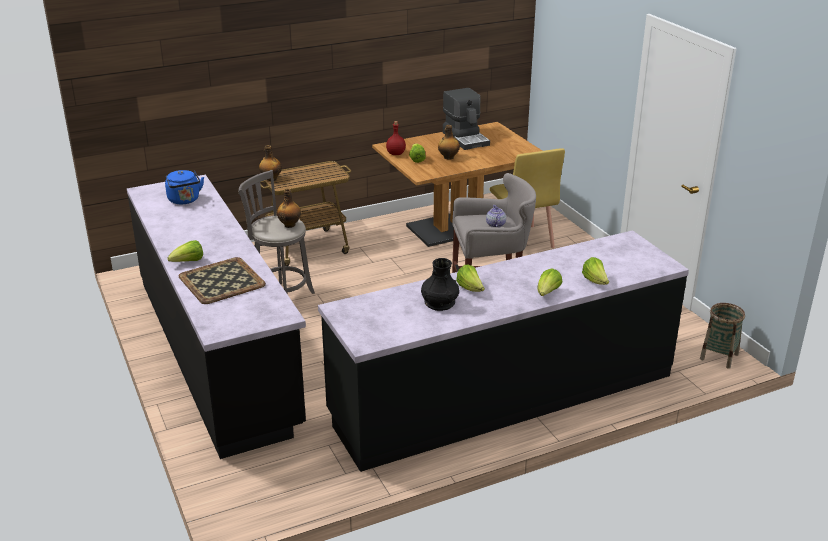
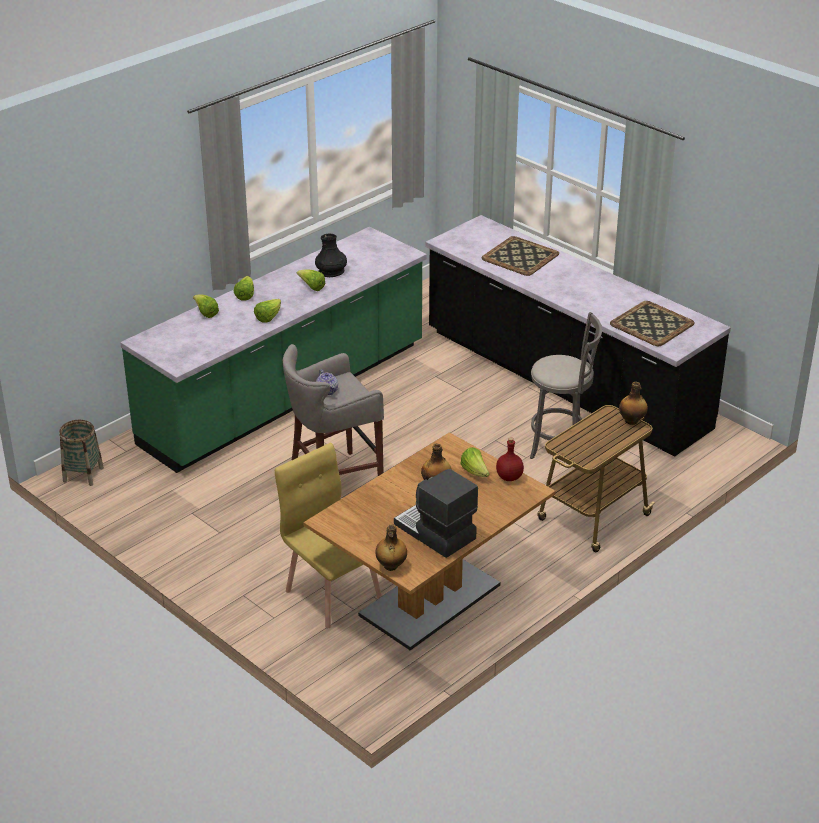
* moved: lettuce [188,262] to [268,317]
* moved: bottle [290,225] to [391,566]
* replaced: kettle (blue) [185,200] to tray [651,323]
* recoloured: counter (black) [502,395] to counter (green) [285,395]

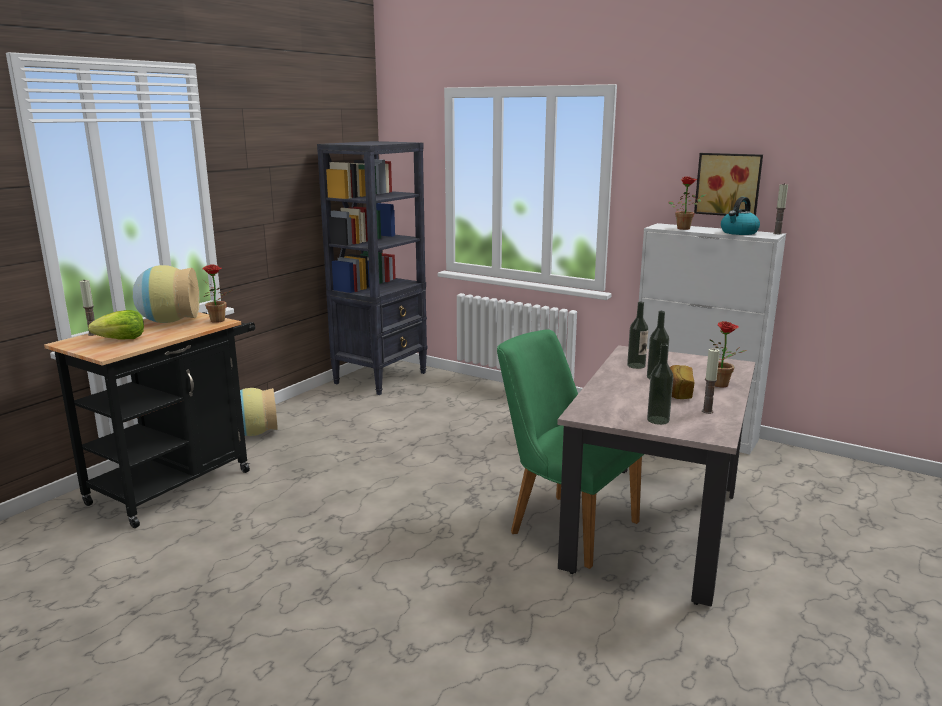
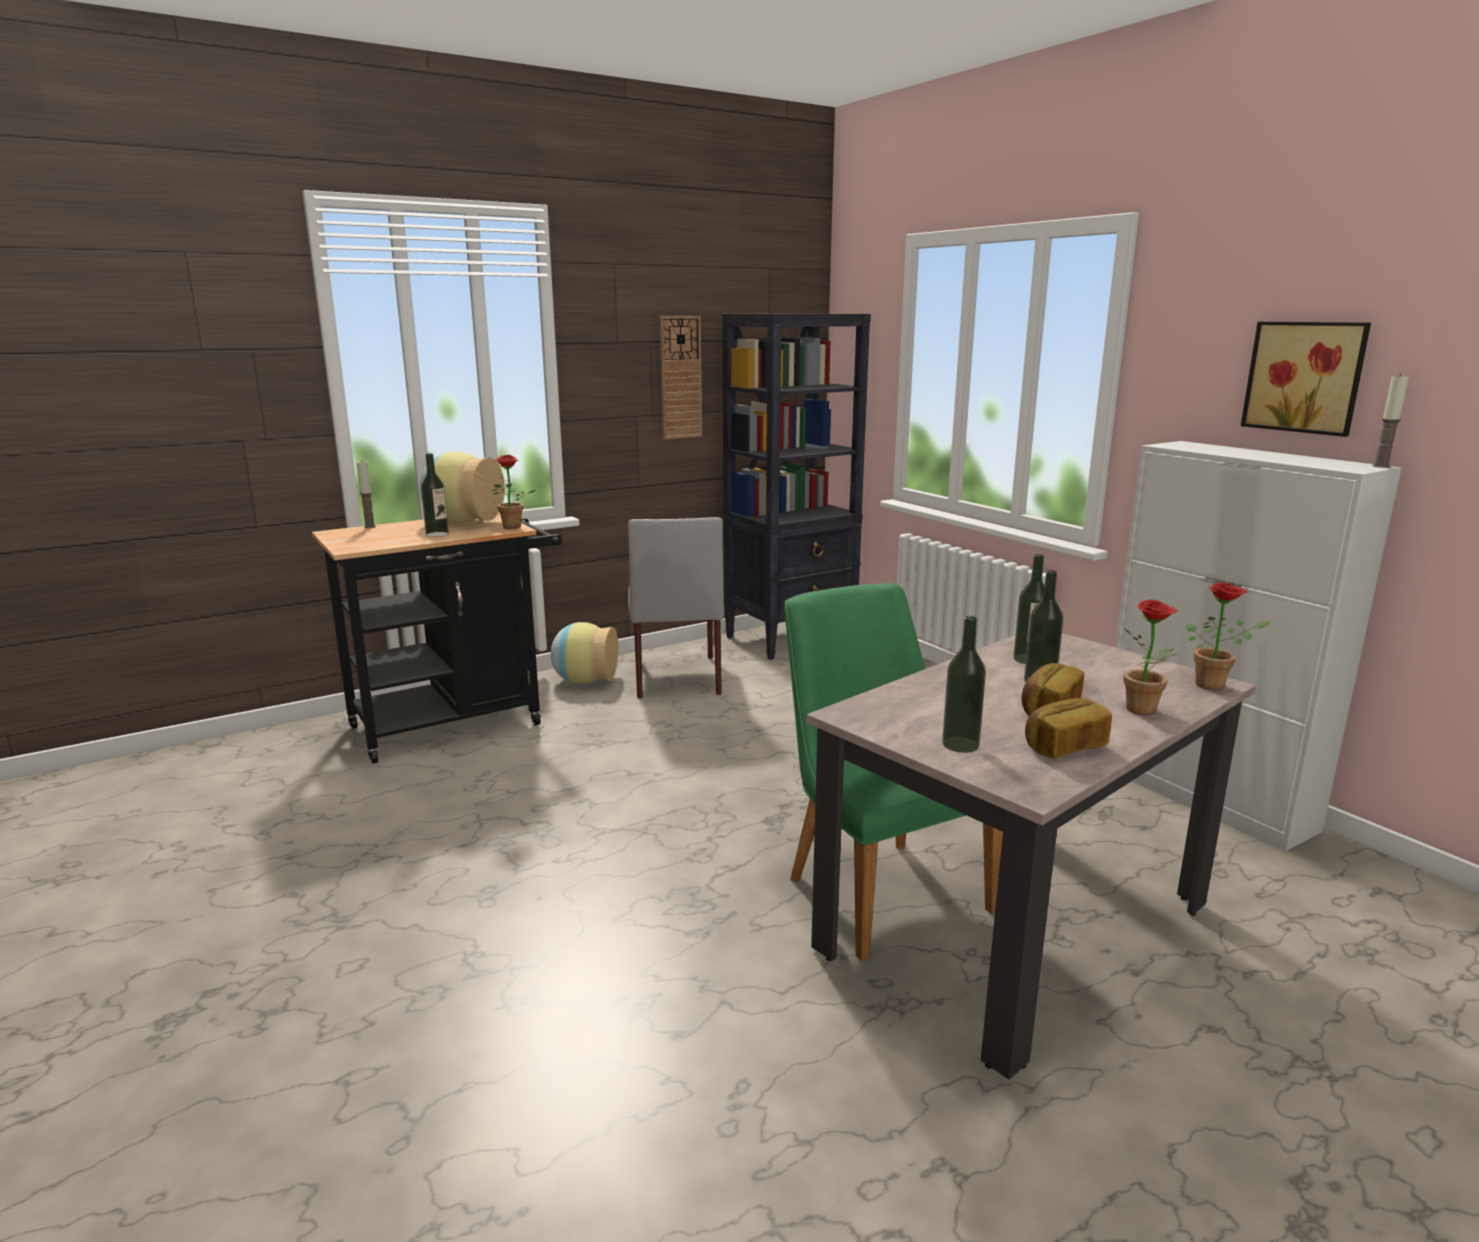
* removed: lettuce [122,339]
* removed: kettle [739,232]
* added: bottle [437,534]
* added: chair (grey) [676,676]
* added: wall clock [680,377]
* moved: potted plant [685,228] to [1215,685]
* replaced: candle [707,411] to bread [1064,747]

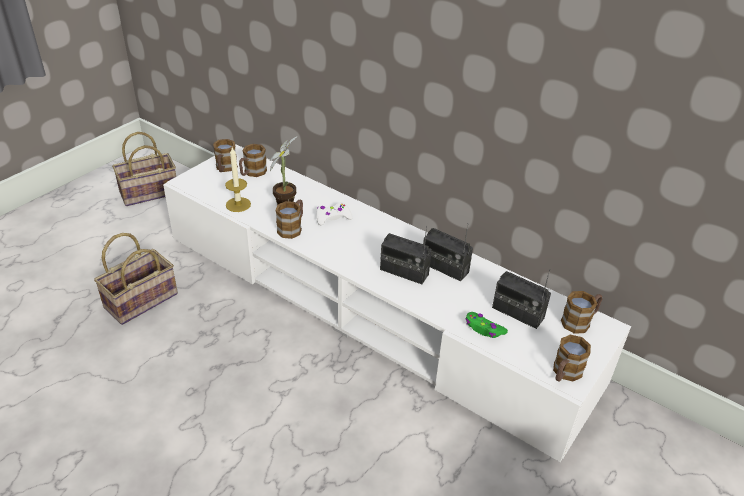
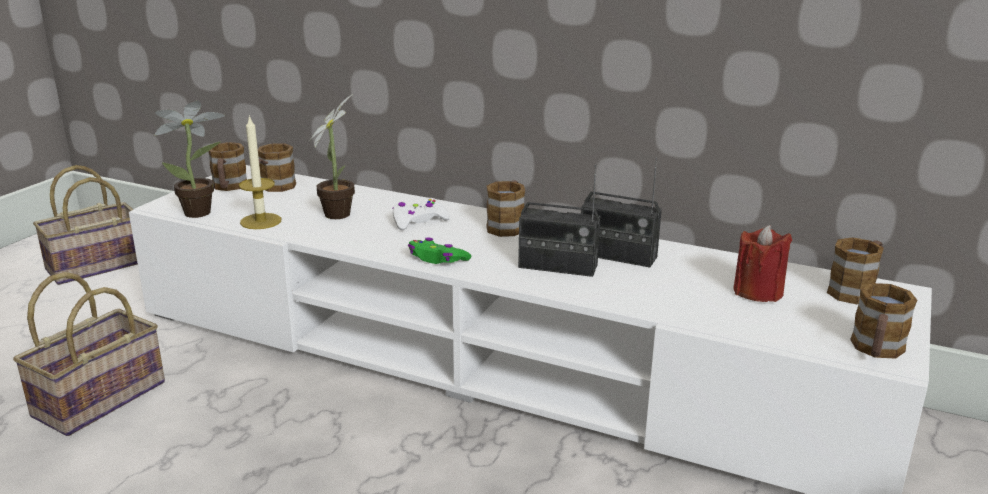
* added: potted plant [202,212]
* moved: mug [292,228] to [507,225]
* moved: game controller (green) [484,329] to [437,259]
* replaced: radio [517,313] to candle (red) [758,292]

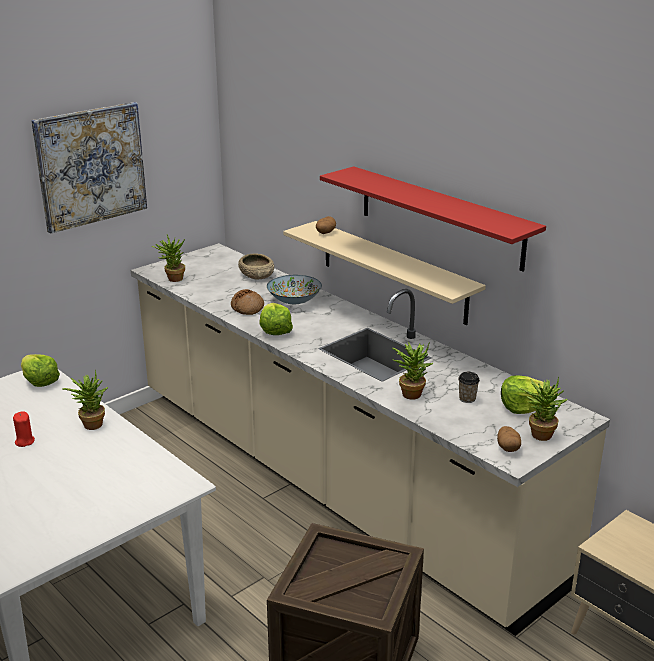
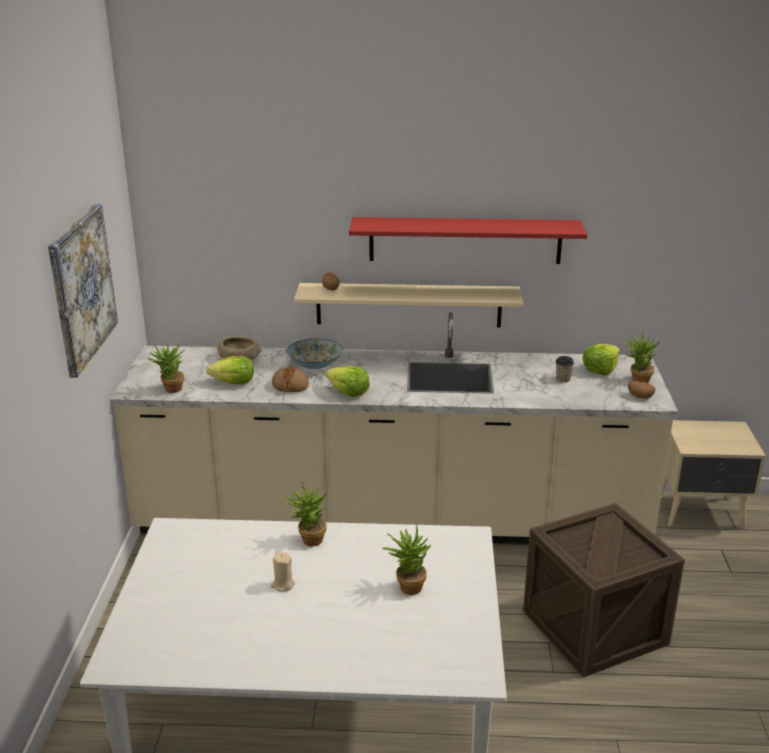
* moved: lettuce [40,381] to [233,382]
* moved: potted plant [411,392] to [407,586]
* recoloured: candle (red) [24,441] to candle (beige) [283,585]

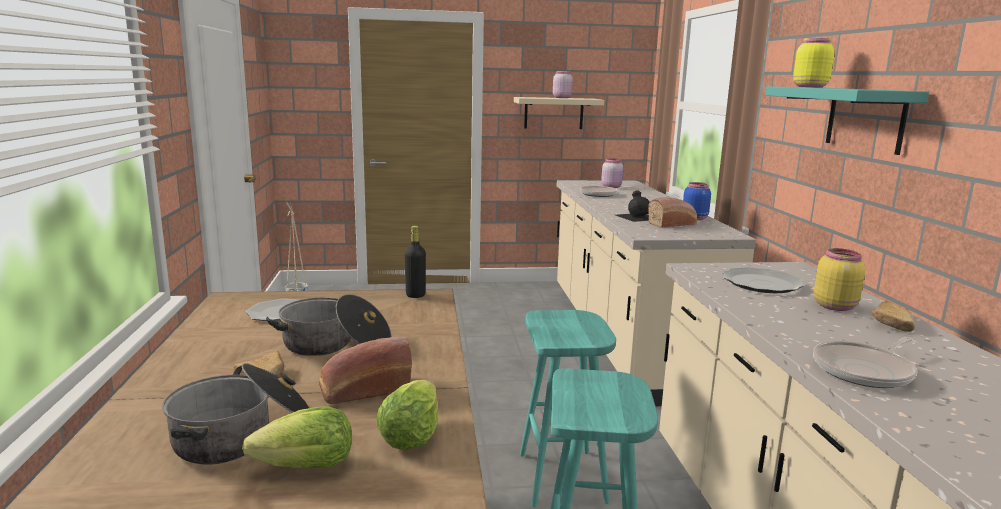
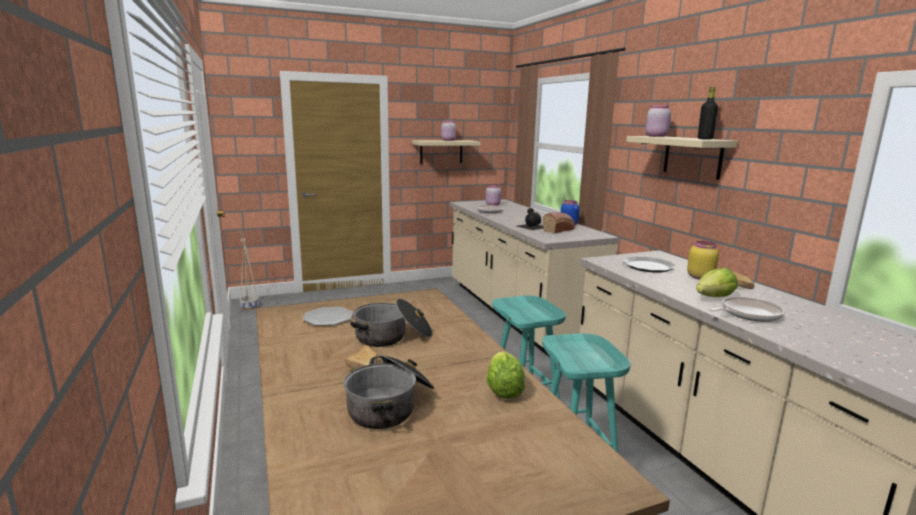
* removed: bread [364,390]
* moved: lettuce [307,467] to [714,297]
* moved: bottle (black) [415,295] to [705,139]
* recoloured: shelf (turquoise) [865,119] to shelf (beige) [692,157]
* recoloured: jar (yellow) [809,87] to jar (pink) [655,136]
* turned: frying pan [865,370] = [748,314] 150 degrees counterclockwise

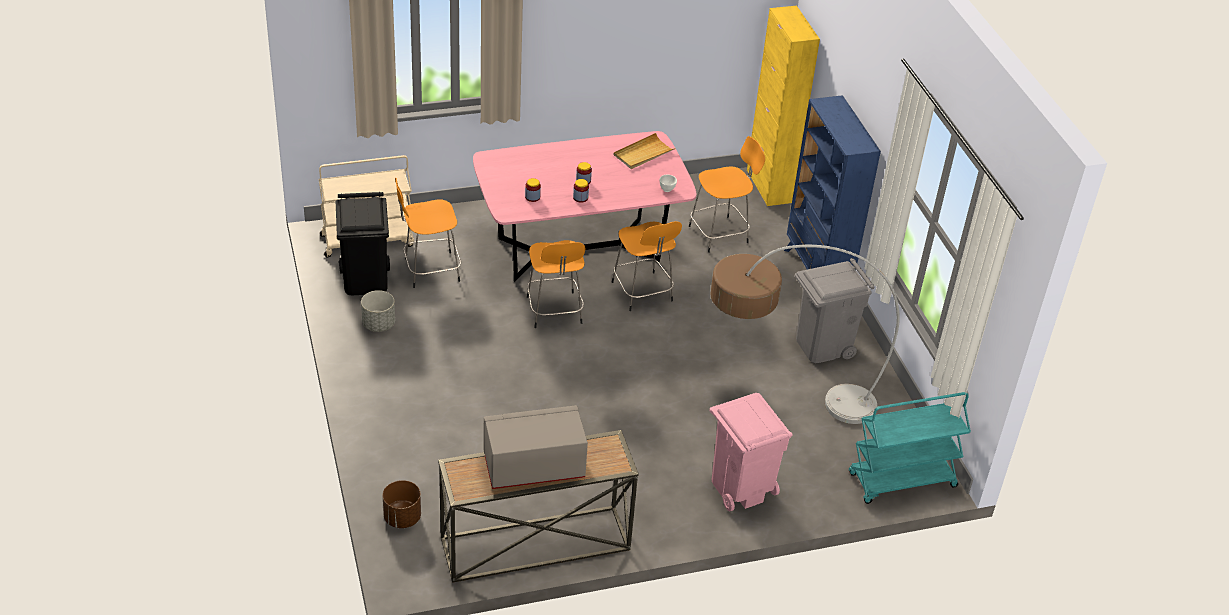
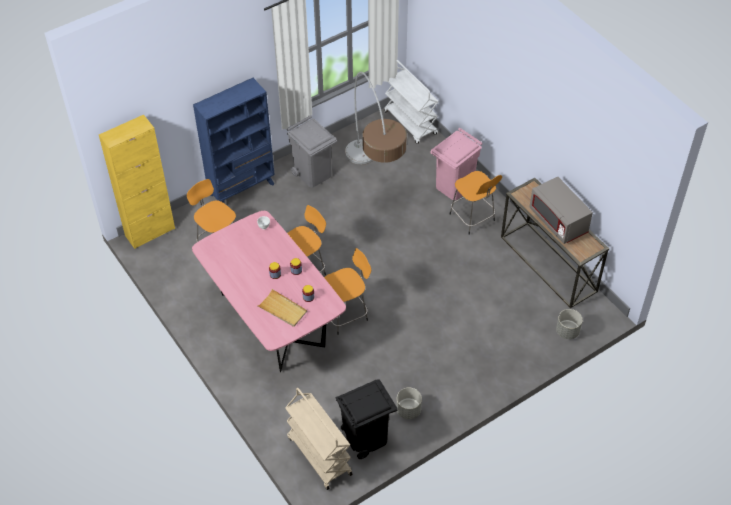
* moved: stool (orange) [429,270] to [473,218]
* moved: tray (beige) [643,153] to [282,309]
* recoloured: planter (brown) [402,517] to planter (grey) [567,331]
* recoloured: cart (turquoise) [901,481] to cart (white) [411,123]

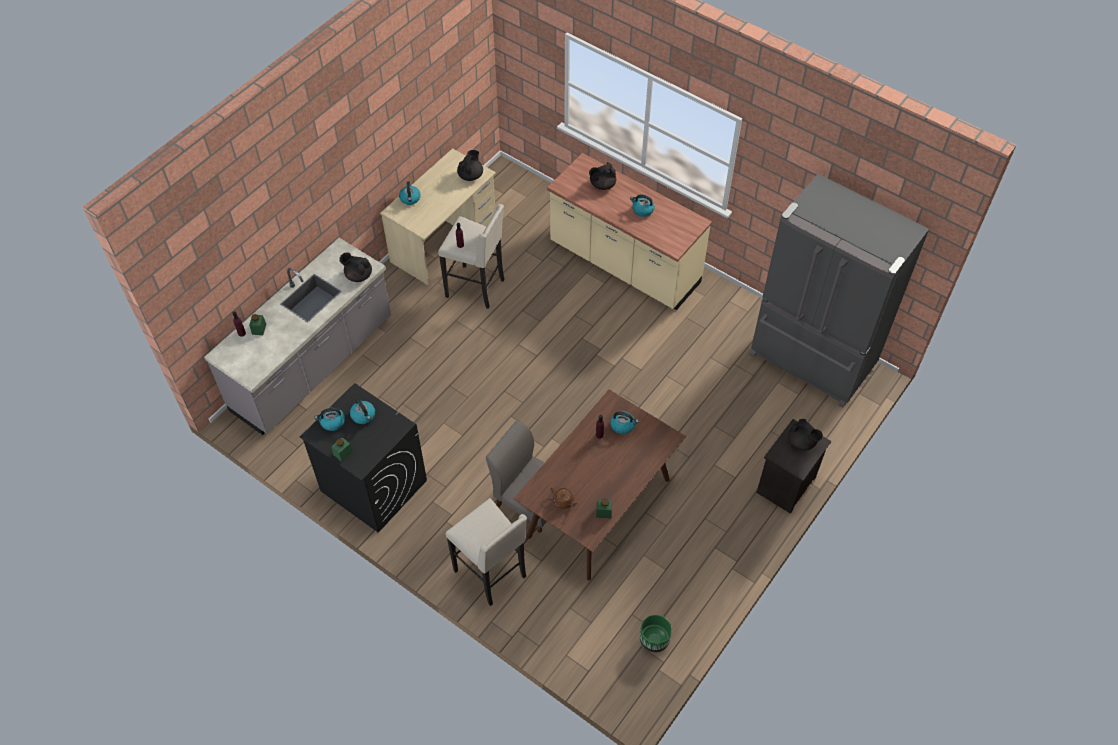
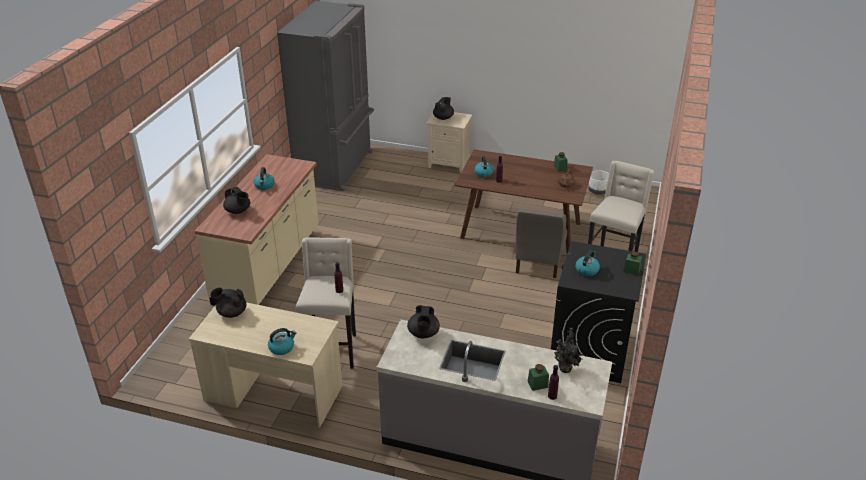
* removed: kettle [332,422]
* added: potted plant [565,370]
* recoloured: planter (green) [654,639] to planter (white) [598,192]
* recoloured: nightstand (black) [786,486] to nightstand (beige) [449,163]

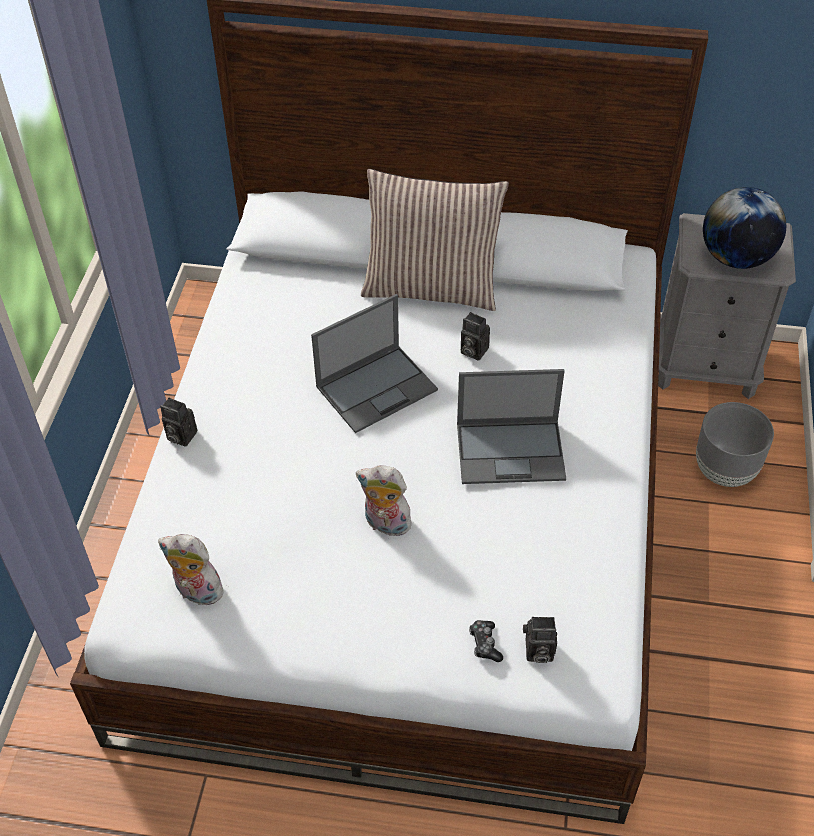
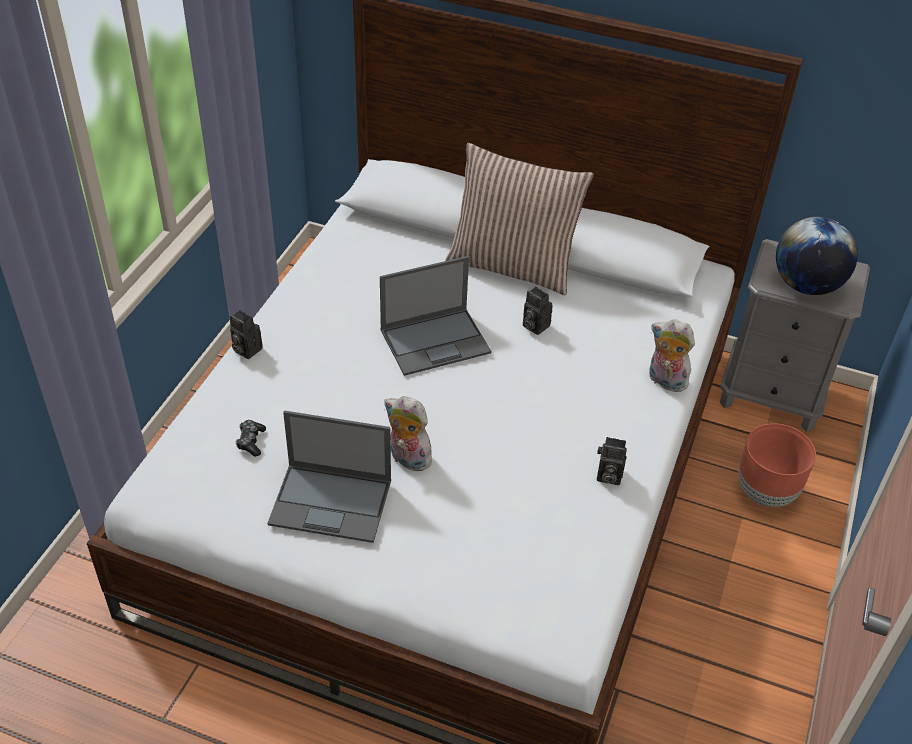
* moved: plush toy [196,592] to [665,381]
* moved: laptop [511,451] to [332,502]
* moved: game controller [484,644] to [251,441]
* moved: photo camera [537,652] to [607,476]
* recoloured: planter (grey) [725,471] to planter (brown) [766,492]

